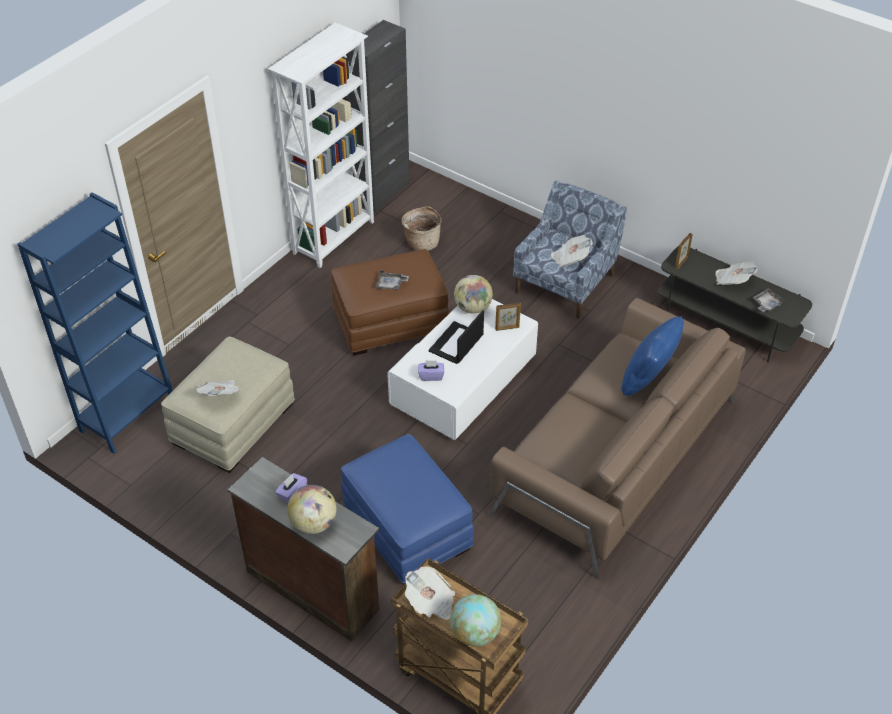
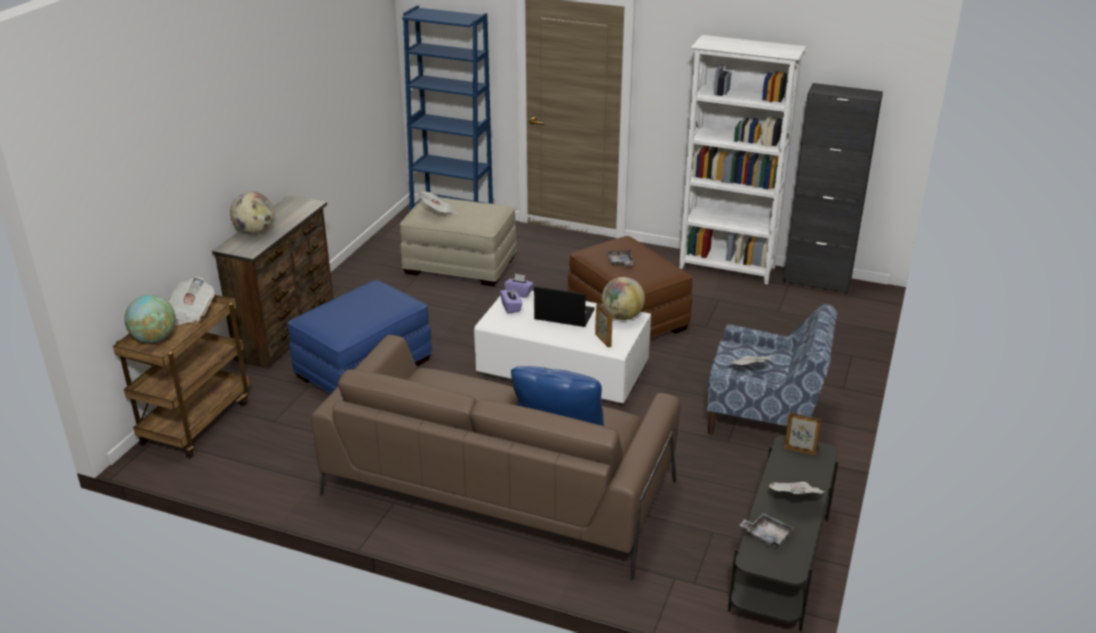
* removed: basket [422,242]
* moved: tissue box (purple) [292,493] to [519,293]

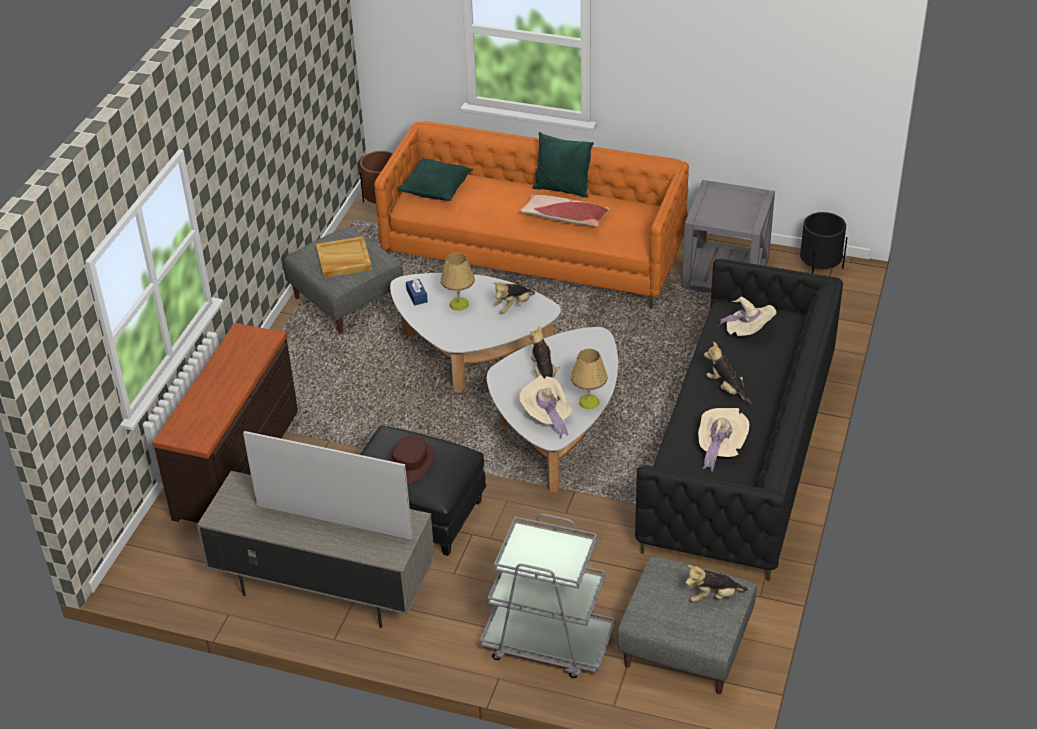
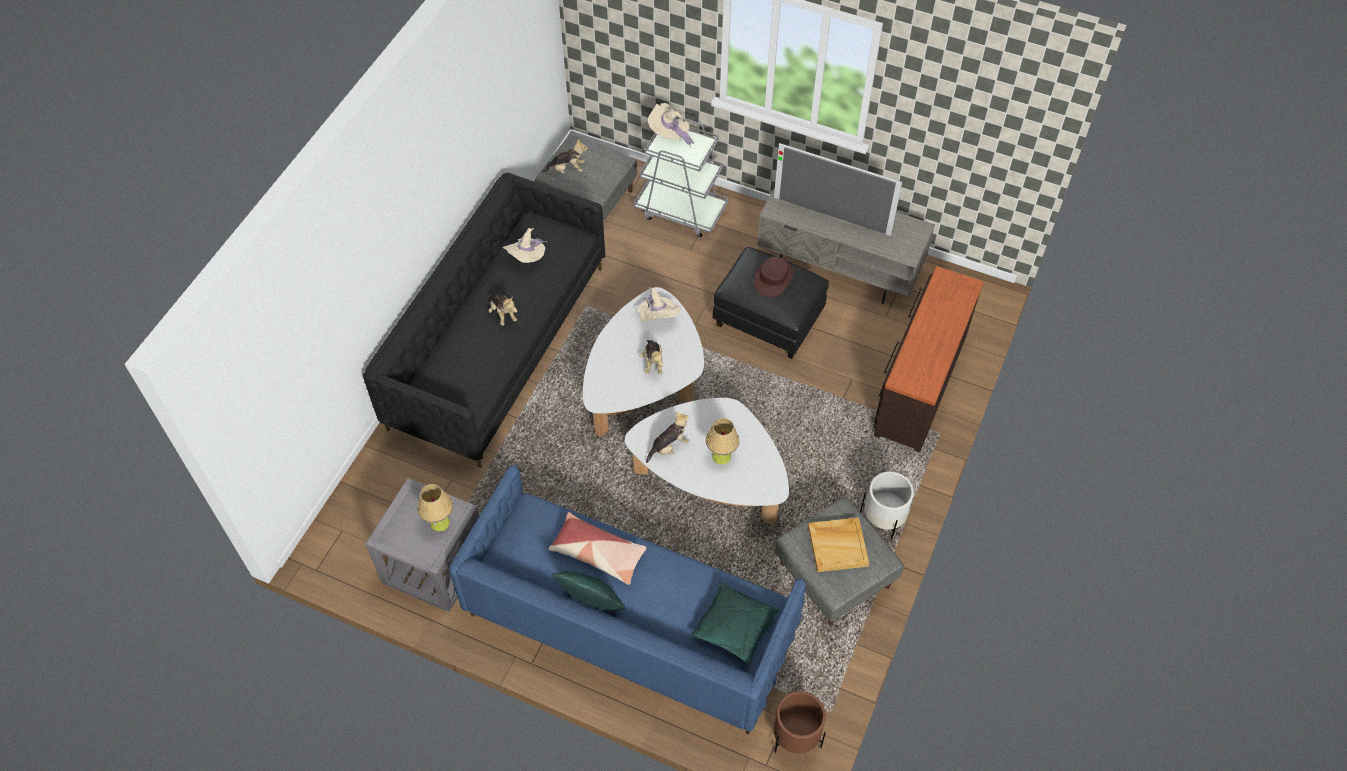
* removed: tissue box (blue) [417,296]
* removed: planter (black) [819,269]
* added: planter (white) [884,518]
* moved: table lamp [589,402] to [440,522]
* moved: hat (beige) [748,333] to [670,135]
* recoloured: sofa (orange) [534,254] to sofa (blue) [629,622]

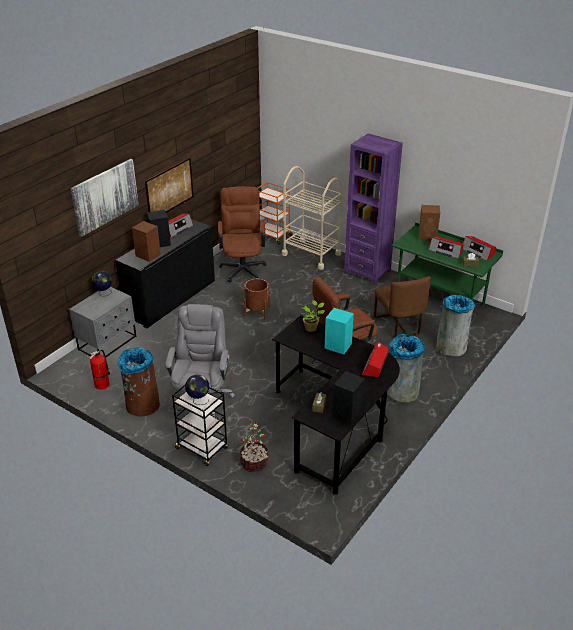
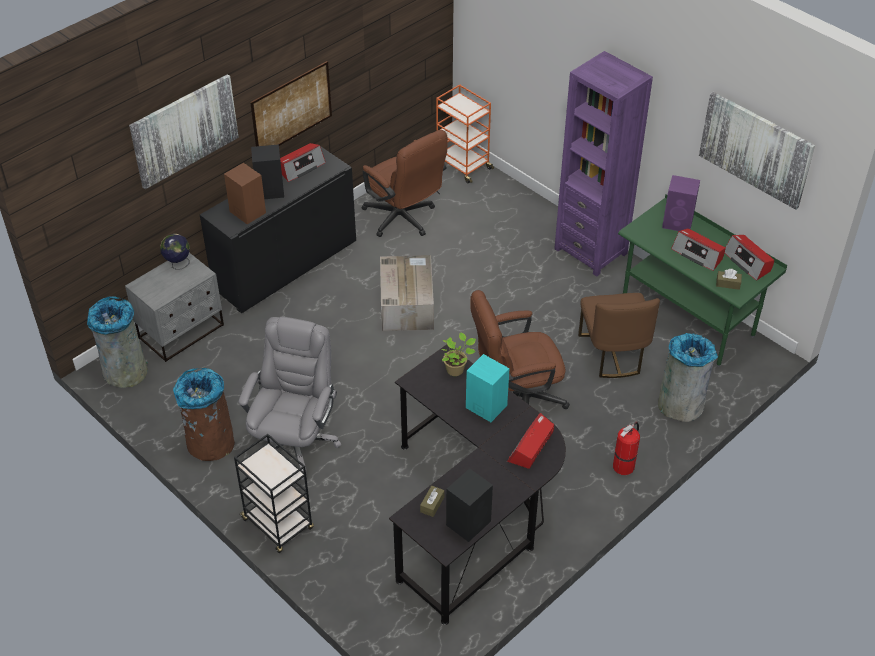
* removed: globe [198,400]
* removed: potted plant [255,463]
* removed: cart (beige) [311,254]
* added: picture [755,149]
* moved: fire extinguisher [102,384] to [624,465]
* moved: trash can (grey) [402,392] to [125,371]
* replaced: planter (brown) [257,312] to cardboard box [406,304]
* recoloured: speaker (brown) [428,236] to speaker (purple) [678,223]
* turned: office chair (brown) [243,267] = [404,220] 135 degrees clockwise

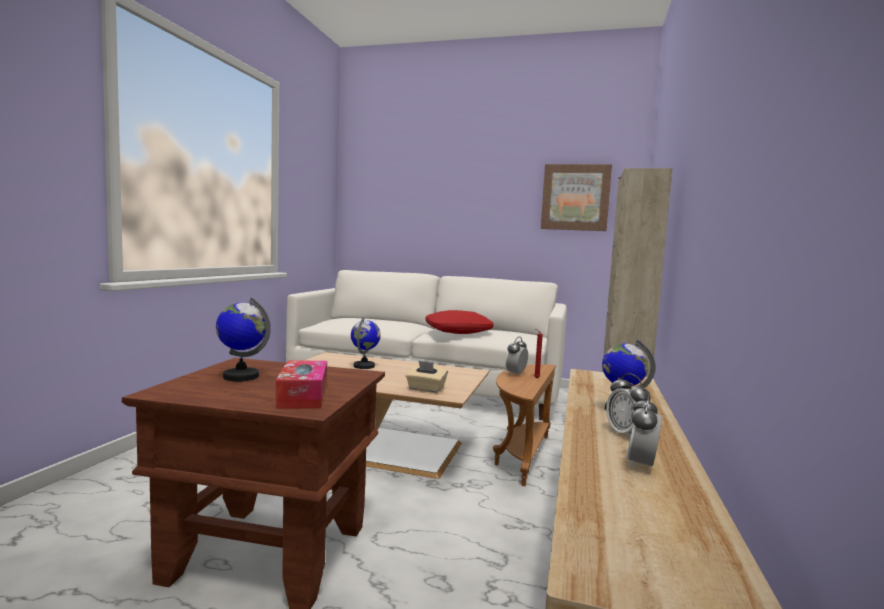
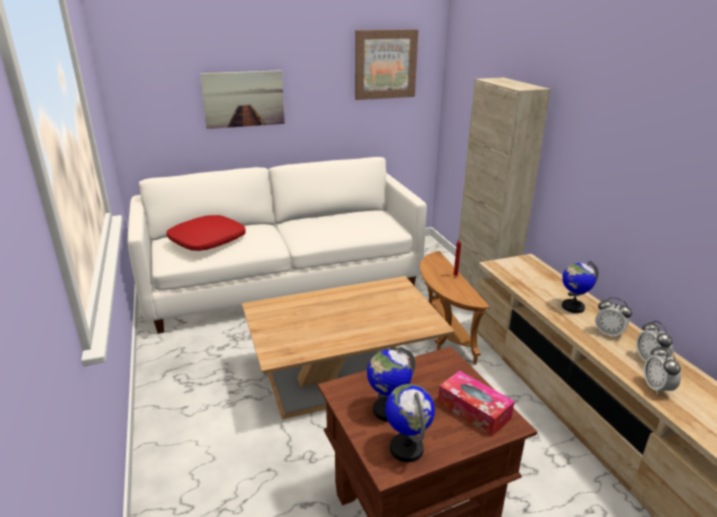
* removed: tissue box (beige) [426,389]
* added: picture [243,99]
* moved: globe [364,366] to [406,448]
* moved: pillow (red) [458,331] to [207,241]
* moved: alarm clock [516,374] to [656,388]

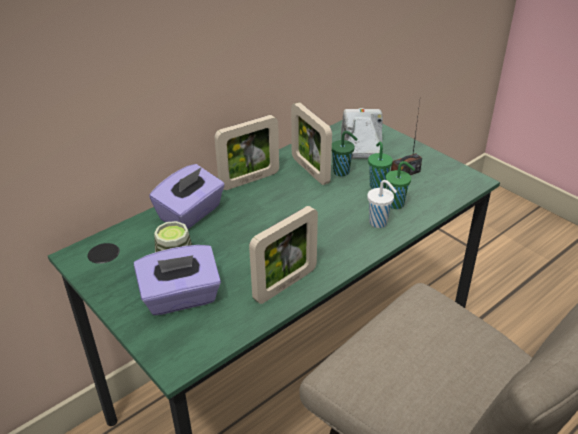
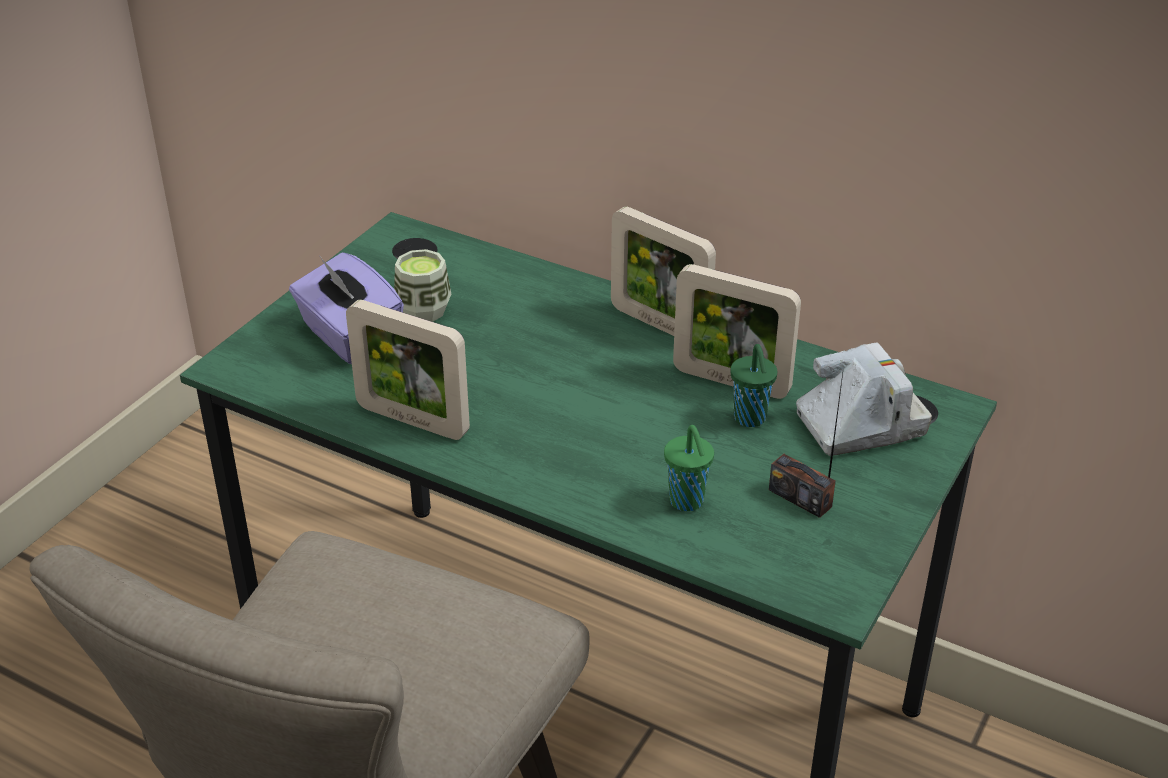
* removed: tissue box (purple) [191,213]
* removed: cup (white) [379,223]
* removed: cup (green) [377,185]
* turned: picture frame [310,170] = [731,381] 105 degrees counterclockwise

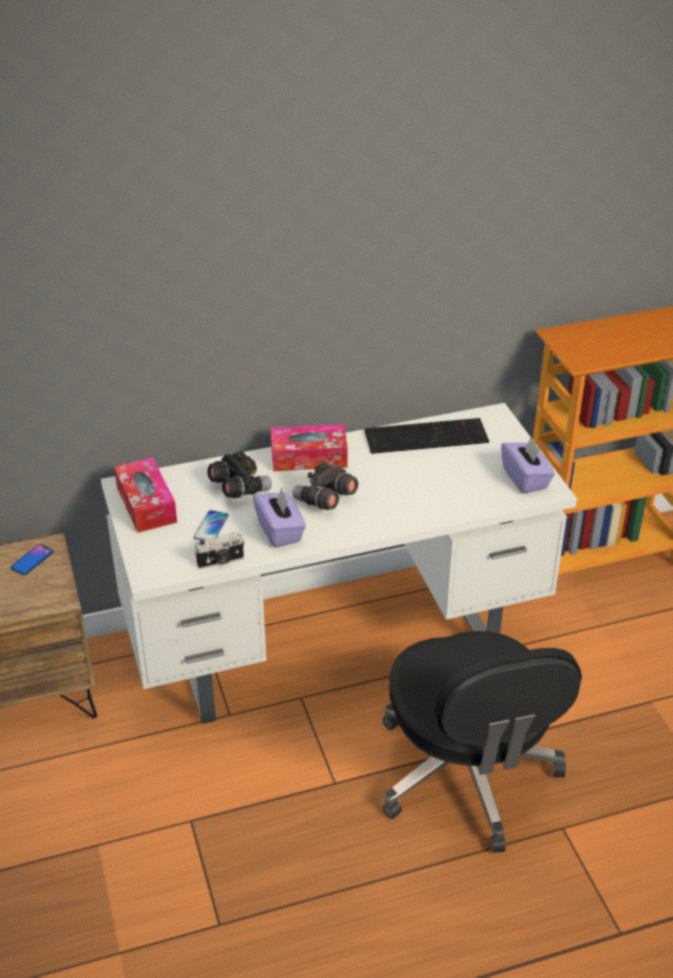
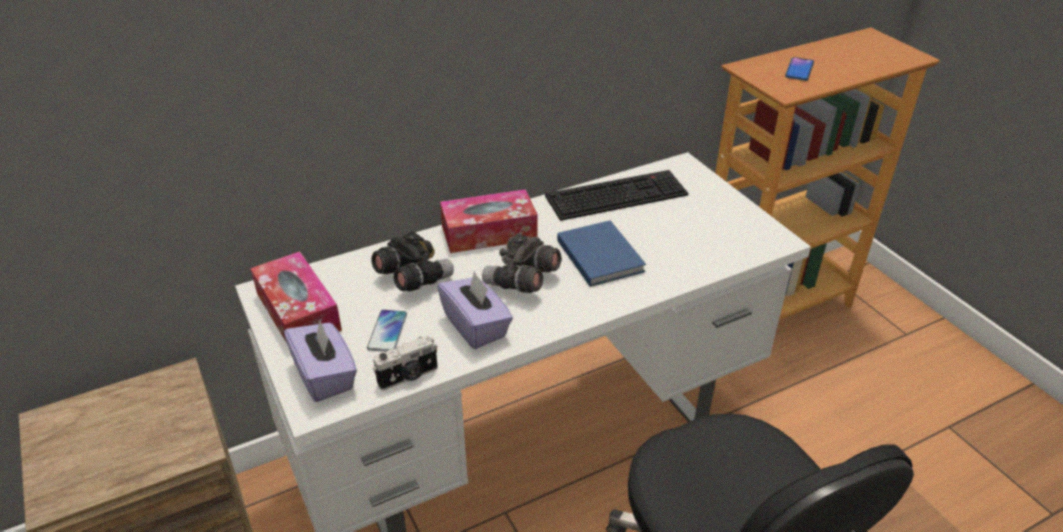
* added: book (blue) [600,254]
* moved: phone [32,560] to [799,70]
* moved: tissue box (purple) [525,479] to [325,376]

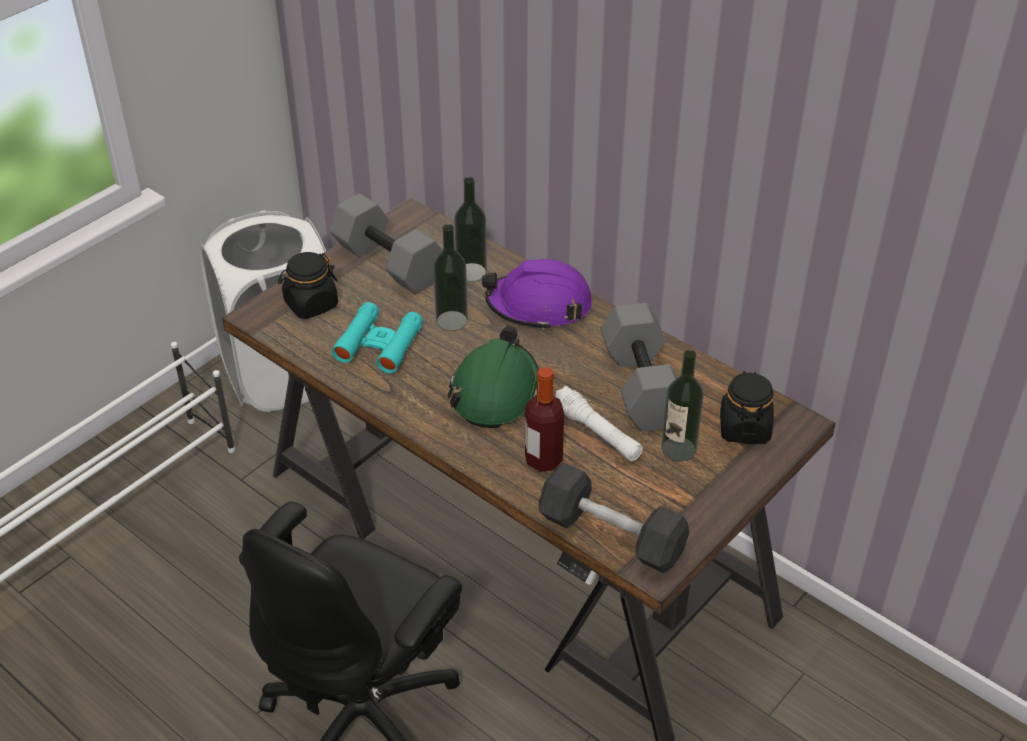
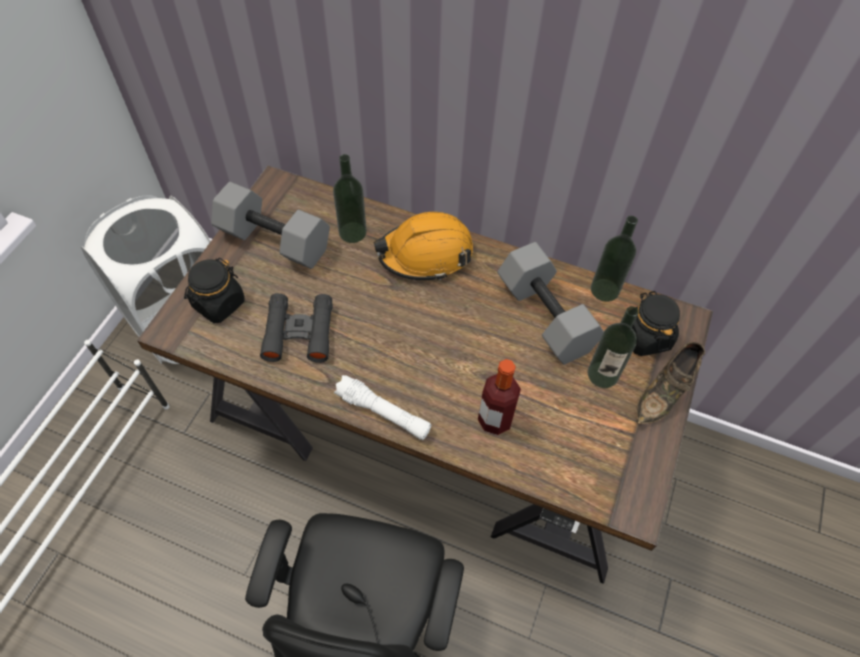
* removed: hard hat (green) [495,391]
* removed: dumbbell (black) [611,535]
* added: shoe (brown) [665,392]
* moved: bottle [451,321] to [604,290]
* moved: flashlight (white) [597,433] to [383,413]
* recoloured: binoculars (turquoise) [379,344] to binoculars (black) [299,332]
* recoloured: hard hat (purple) [539,306] to hard hat (orange) [425,254]

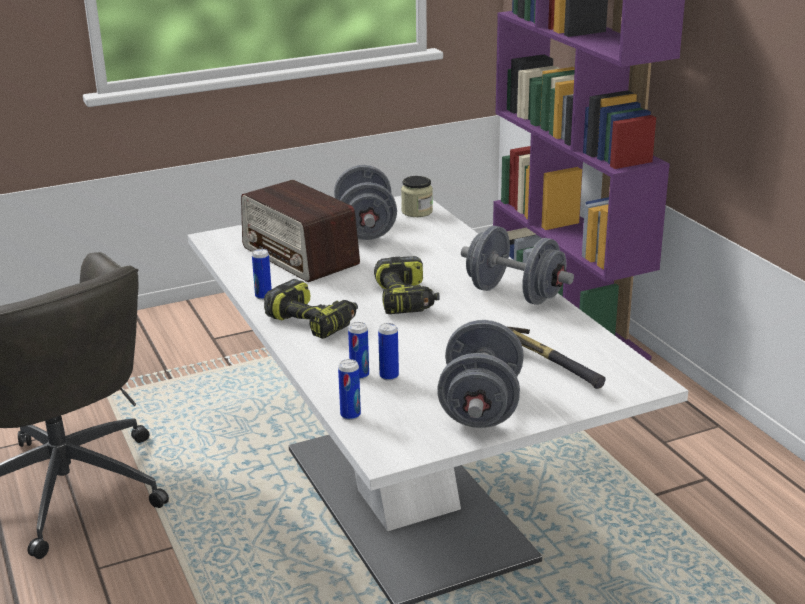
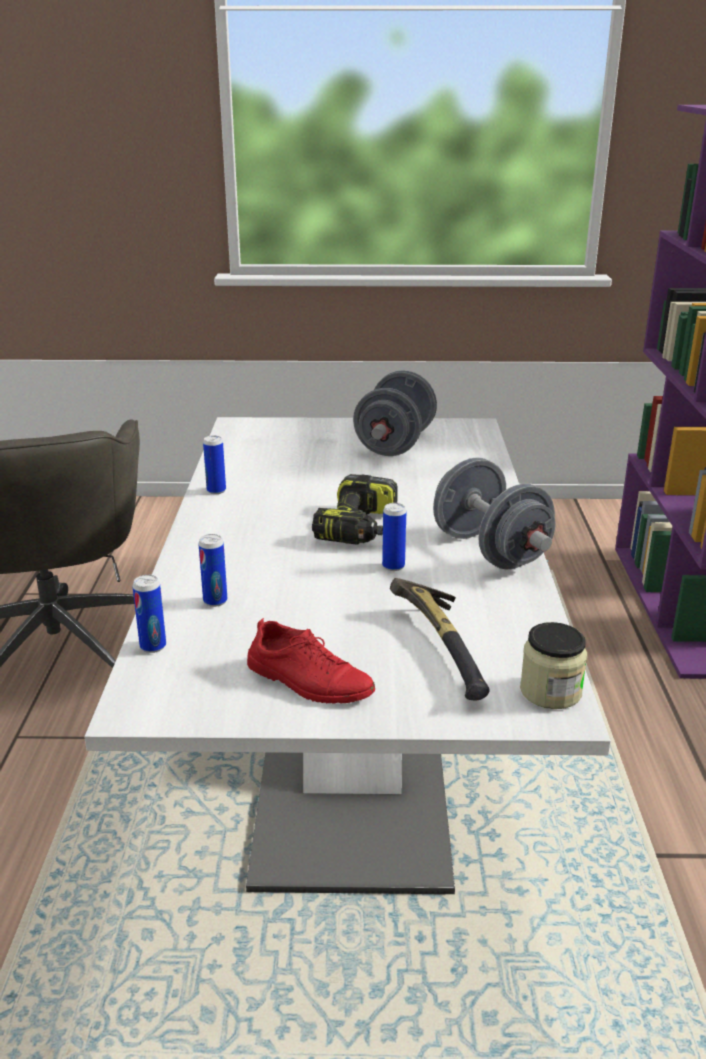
* removed: radio [300,256]
* removed: power drill [314,322]
* moved: can [389,376] to [393,566]
* moved: jar [417,211] to [550,691]
* replaced: dumbbell (grey) [480,407] to shoe (red) [308,680]

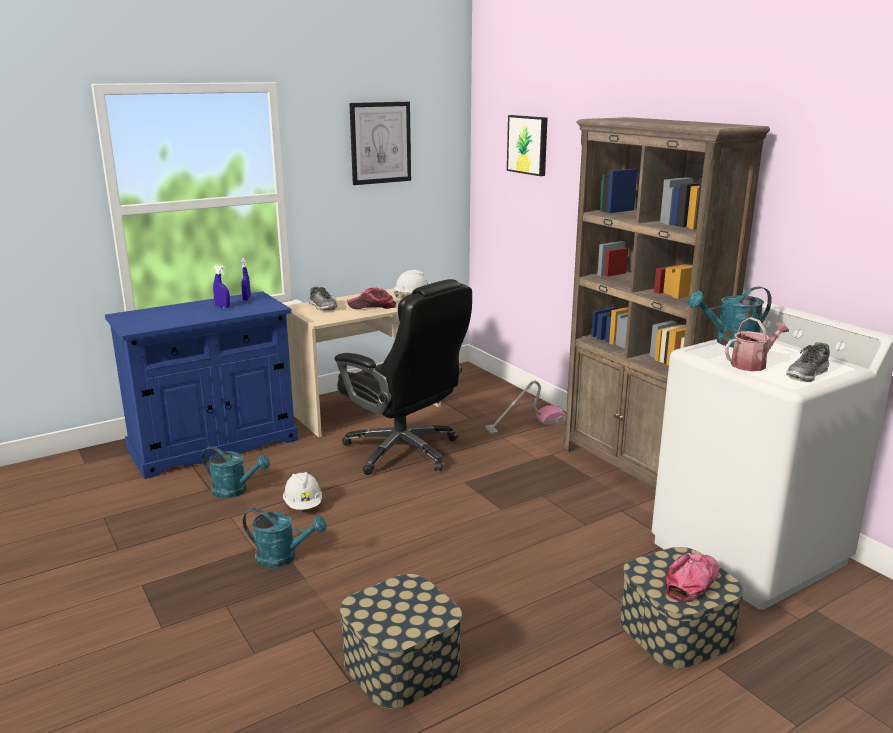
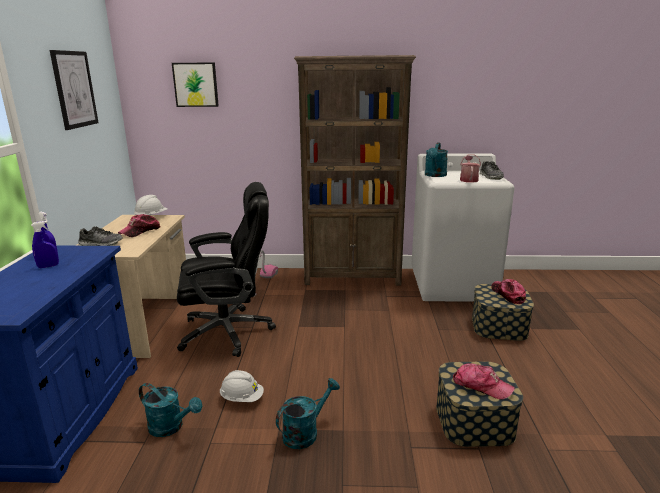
* added: cap [481,386]
* turned: watering can (turquoise) [235,491] = [171,427] 60 degrees clockwise

